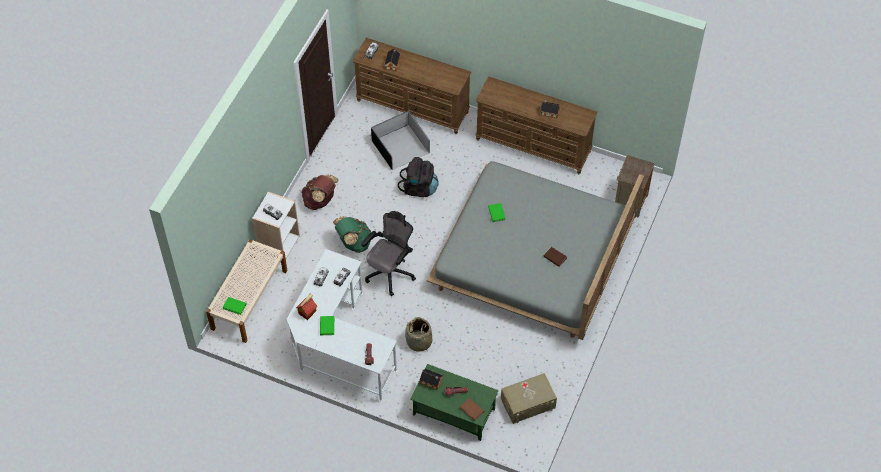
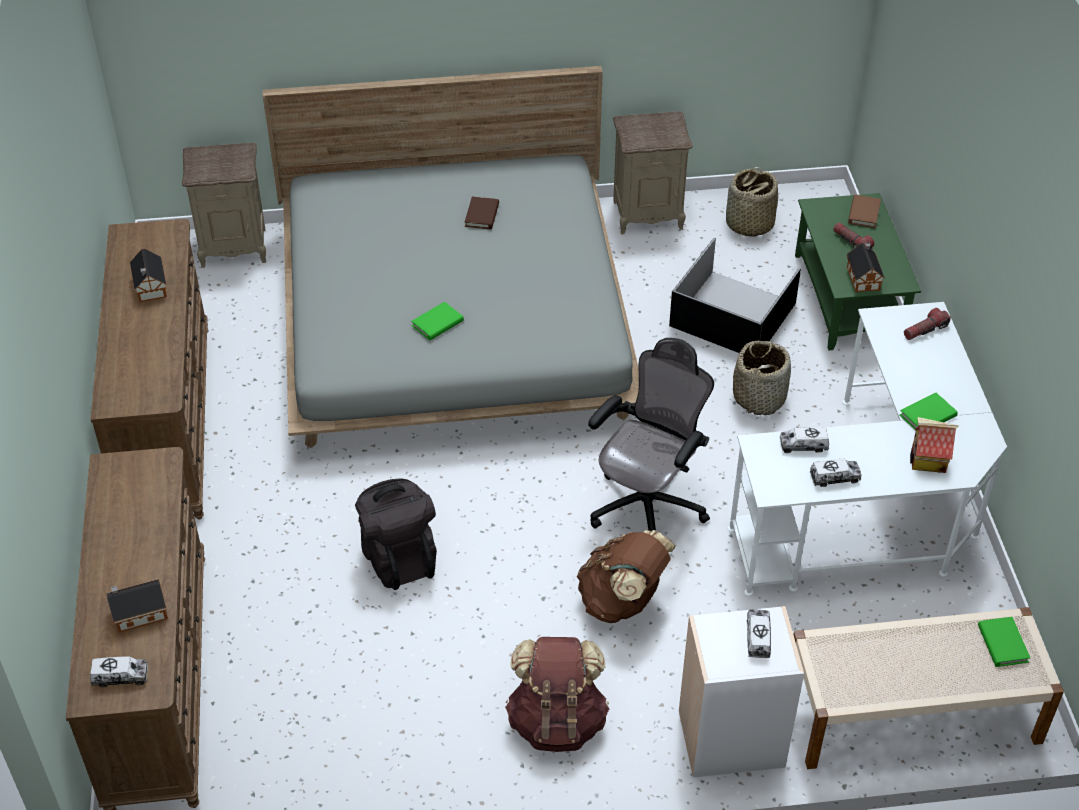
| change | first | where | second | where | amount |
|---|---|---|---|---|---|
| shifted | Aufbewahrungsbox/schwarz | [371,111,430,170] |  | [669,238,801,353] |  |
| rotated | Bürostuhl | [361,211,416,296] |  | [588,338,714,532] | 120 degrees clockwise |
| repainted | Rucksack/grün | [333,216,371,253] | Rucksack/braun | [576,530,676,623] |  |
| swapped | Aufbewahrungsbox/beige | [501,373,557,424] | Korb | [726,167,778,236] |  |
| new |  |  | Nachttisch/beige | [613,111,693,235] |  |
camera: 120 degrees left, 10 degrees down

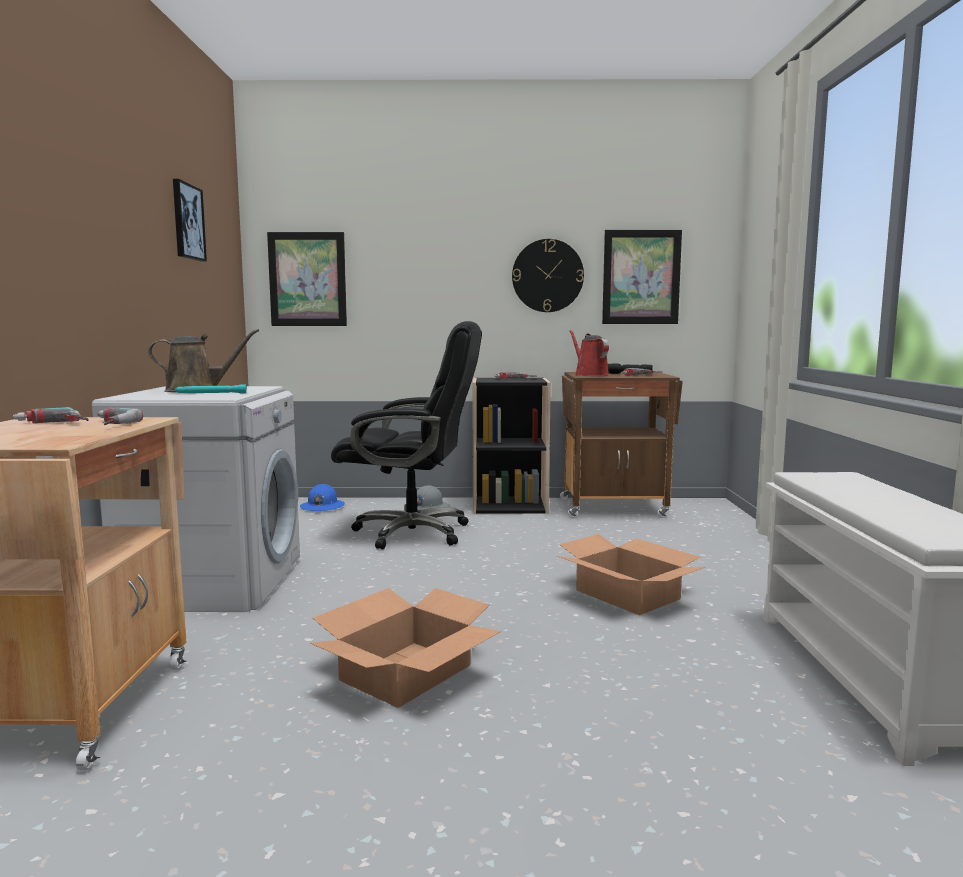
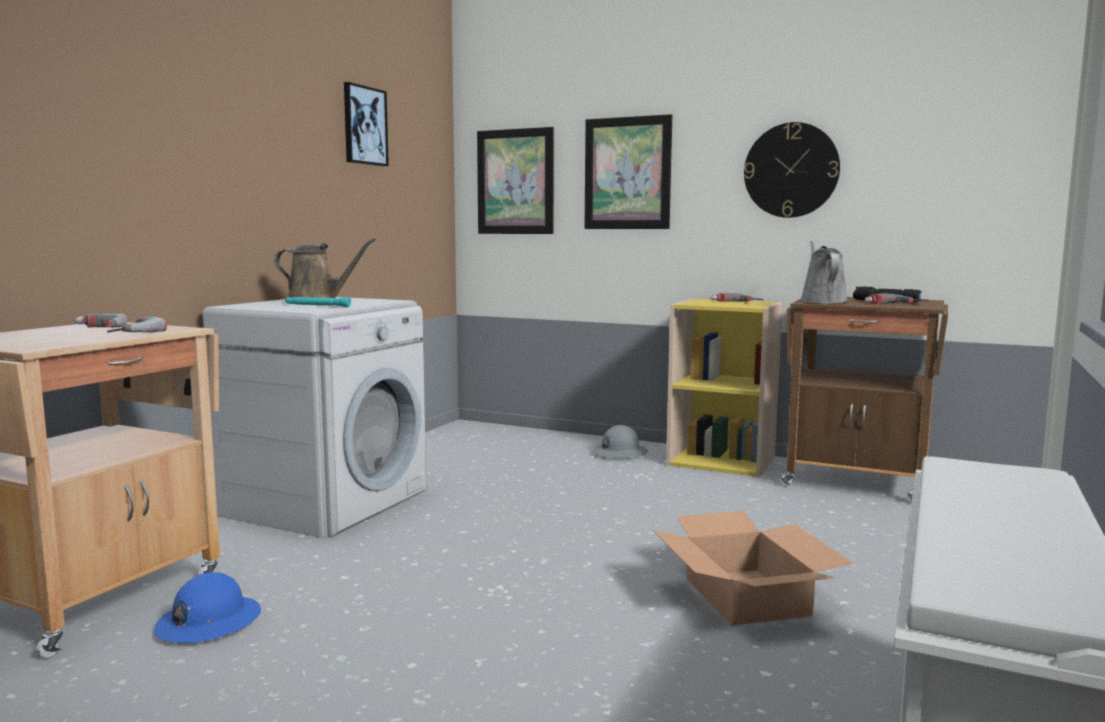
| change | first | where | second | where | amount |
|---|---|---|---|---|---|
| shifted | Bild | [602,230,682,324] |  | [585,114,672,229] |  |
| gone | Bürostuhl/schwarz | [331,321,482,549] |  |  |  |
| repainted | Gießkanne/rot | [569,330,609,376] | Gießkanne/grau | [800,241,848,303] |  |
| repainted | Bücherregal/schwarz | [472,378,551,514] | Bücherregal/gelb | [666,299,782,477] |  |
| shifted | Schutzhelm/blau | [300,484,345,511] |  | [154,572,261,643] |  |
| gone | Karton | [310,588,501,708] |  |  |  |
camera: 25 degrees right, 0 degrees up

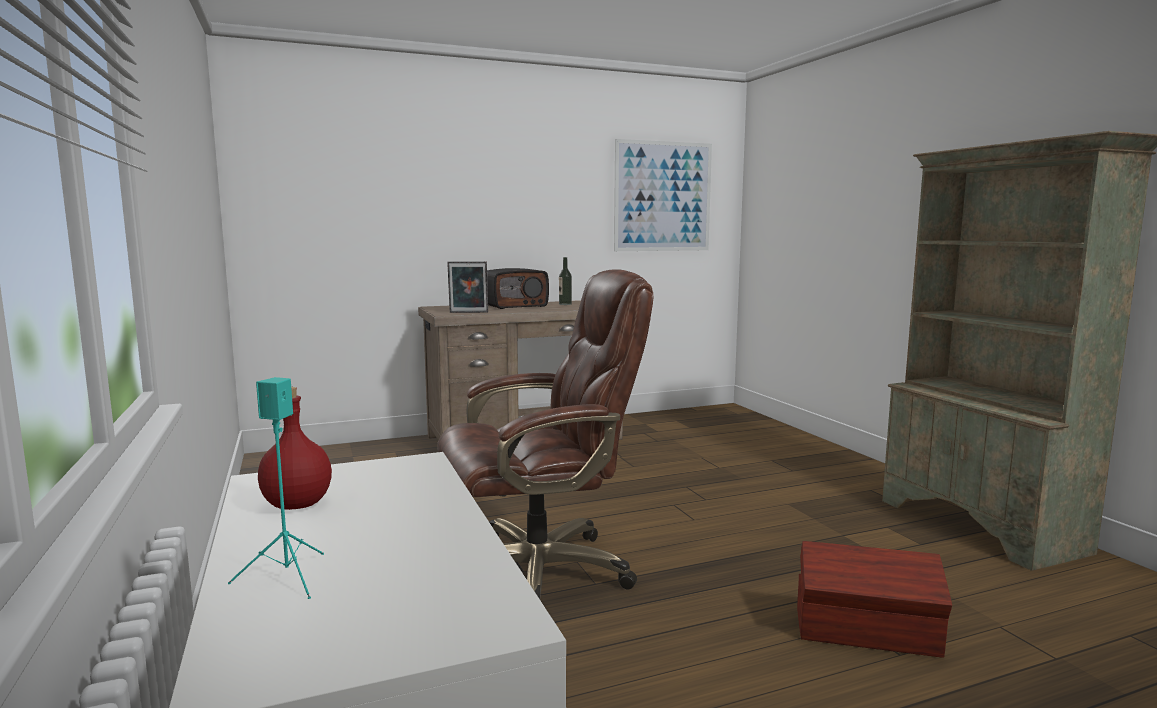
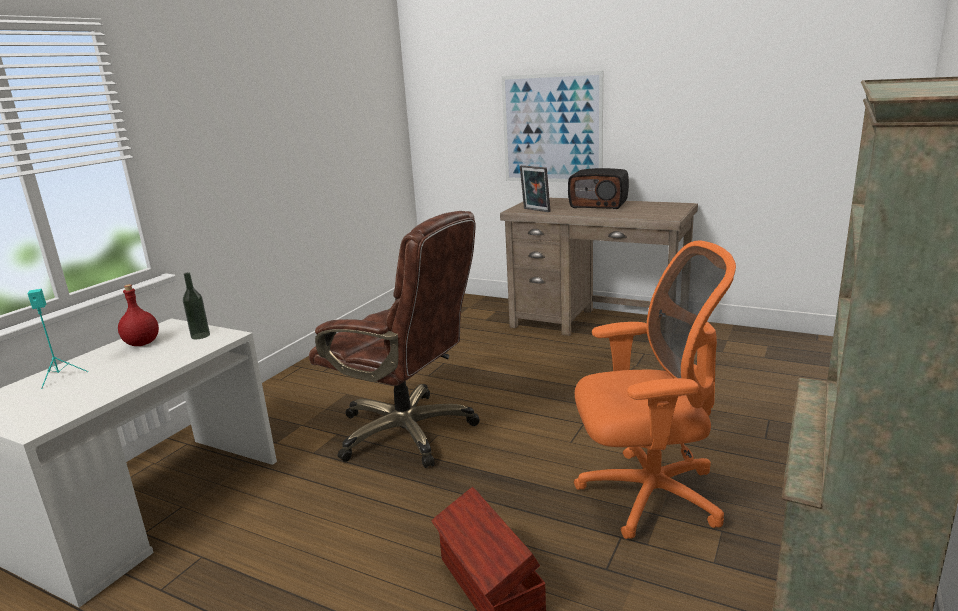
| change | first | where | second | where | amount |
|---|---|---|---|---|---|
| shifted | Bild | [614,139,712,251] |  | [502,71,603,182] |  |
| shifted | Flasche | [559,257,572,305] |  | [183,272,210,339] |  |
| new |  |  | Bürostuhl/orange | [574,241,736,539] |  |
camera: 50 degrees right, 10 degrees up

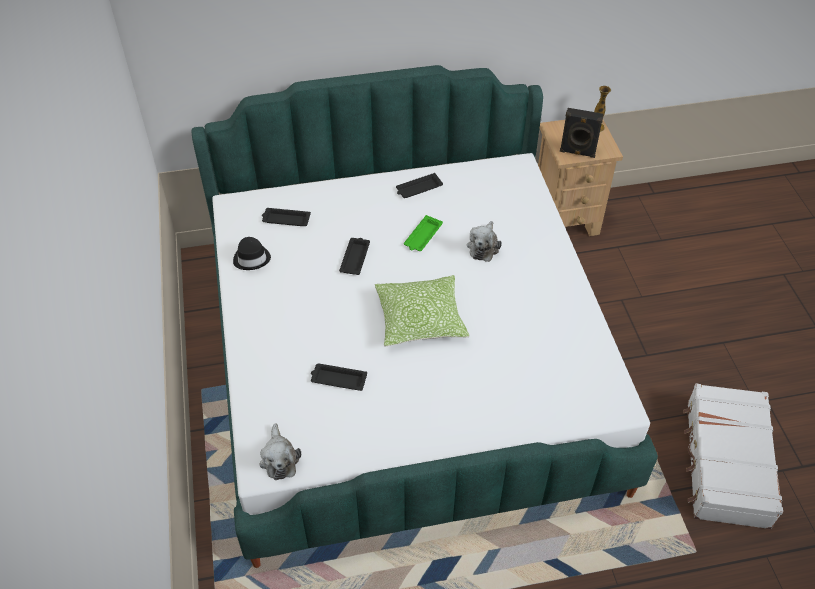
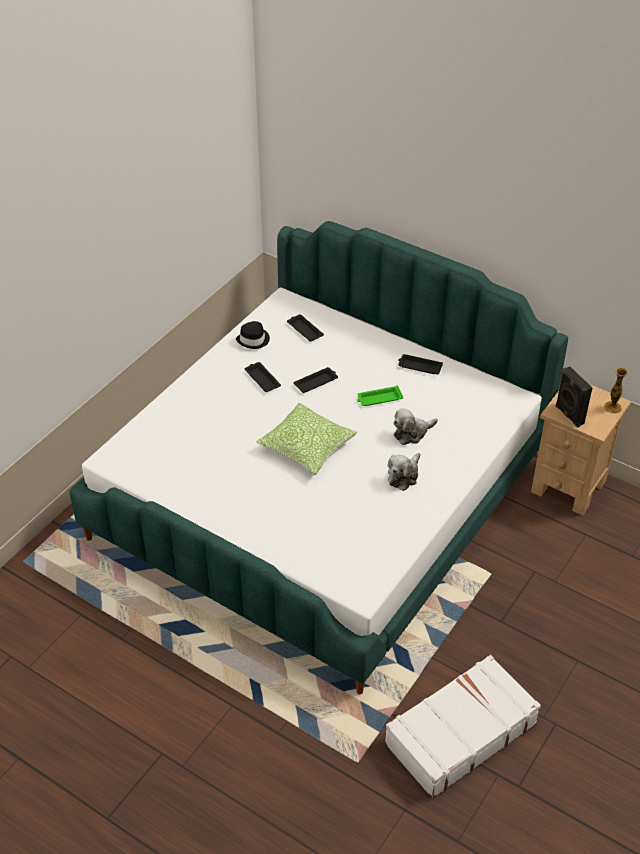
| change | first | where | second | where | amount |
|---|---|---|---|---|---|
| shifted | Tablett/schwarz | [311,363,367,391] |  | [245,362,281,392] |  |
| shifted | Plüschtier | [259,423,301,480] |  | [388,453,421,491] |  |
camera: 45 degrees right, 5 degrees down

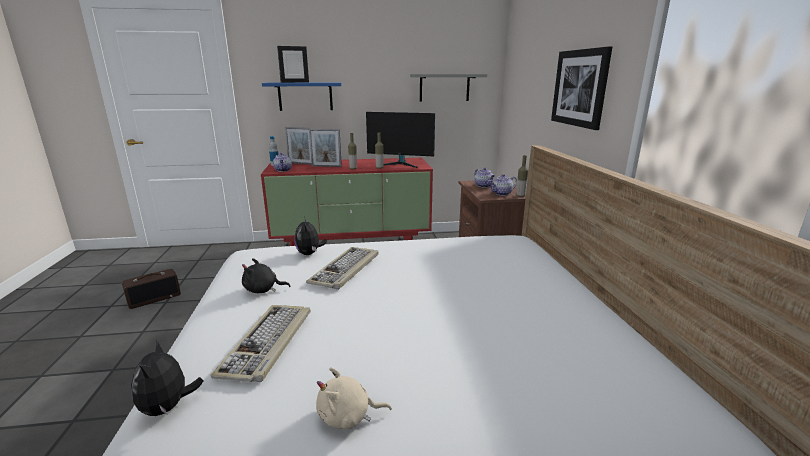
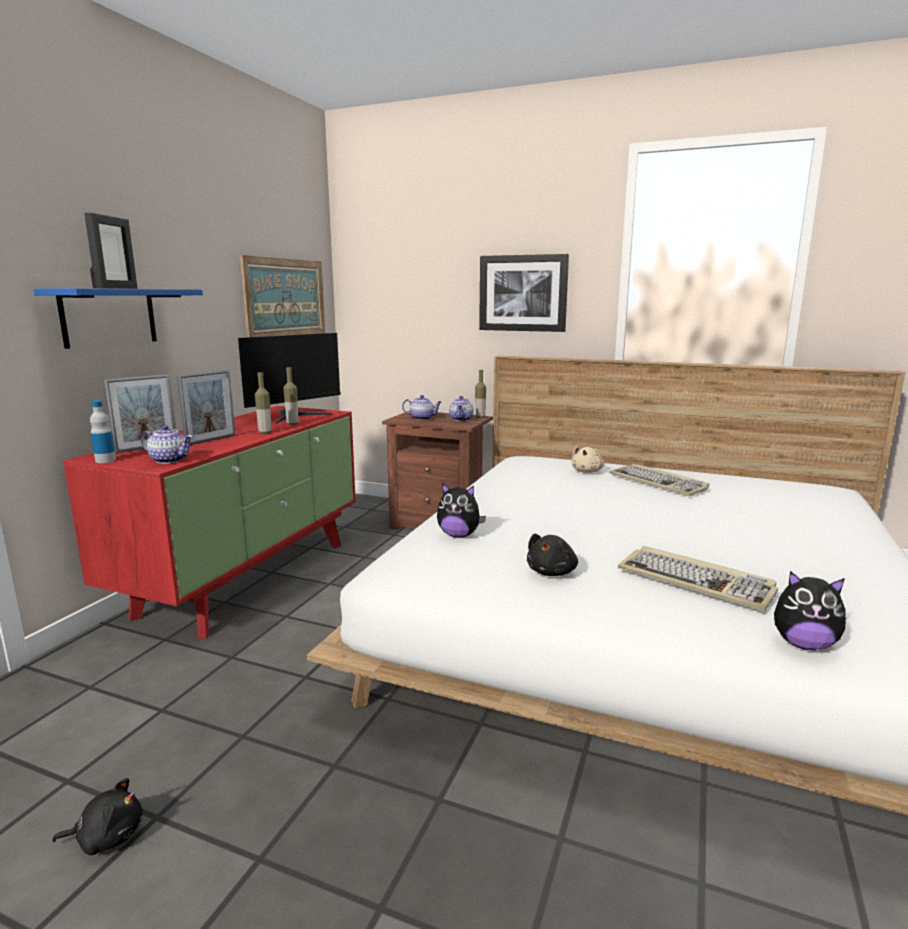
| change | first | where | second | where | amount |
|---|---|---|---|---|---|
| swapped | Wandregal/grau | [410,74,487,102] | Bild | [240,255,325,337] |  |
| shifted | Tastatur | [306,247,379,290] |  | [609,464,709,496] |  |
| swapped | Radio | [122,269,181,309] | Plüschtier/schwarz | [52,778,143,855] |  |
| shifted | Plüschtier/beige | [316,367,392,429] |  | [572,446,604,473] |  |
camera: 60 degrees left, 5 degrees down

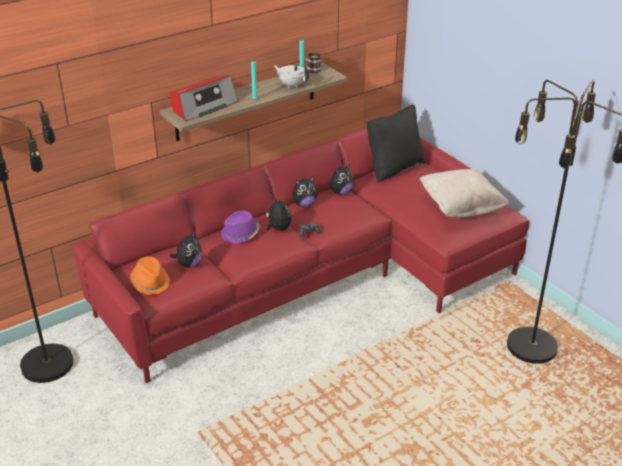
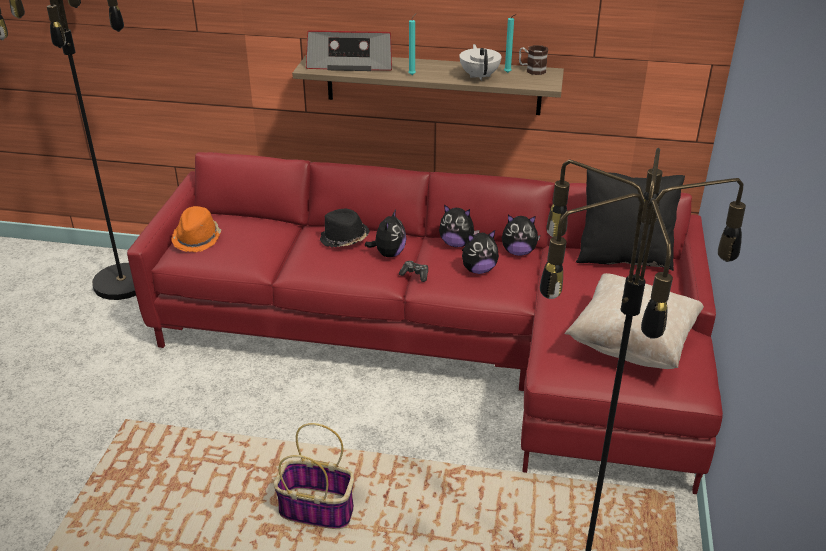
| change | first | where | second | where | amount |
|---|---|---|---|---|---|
| repainted | Hut/lila | [221,211,260,243] | Hut/schwarz | [320,209,370,247] |  |
| shifted | Plüschtier | [170,231,202,268] |  | [462,230,499,274] |  |
| new |  |  | Korb | [273,423,354,529] |  |
camera: 45 degrees right, 0 degrees up

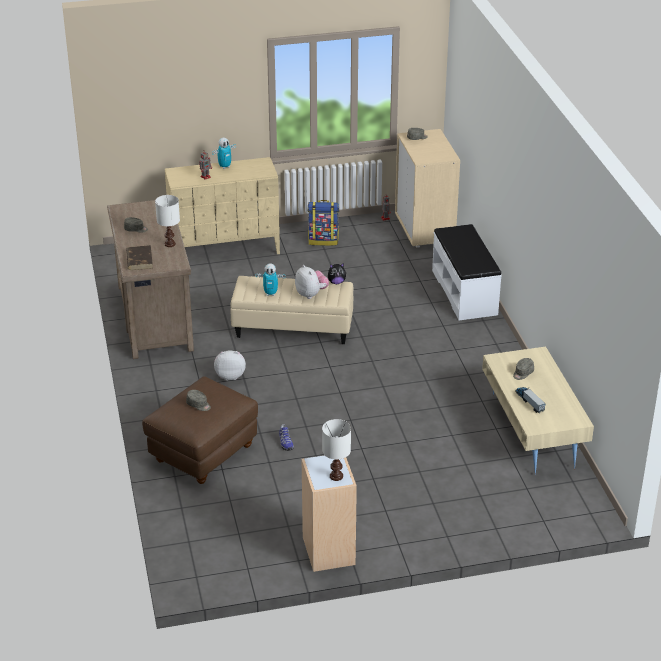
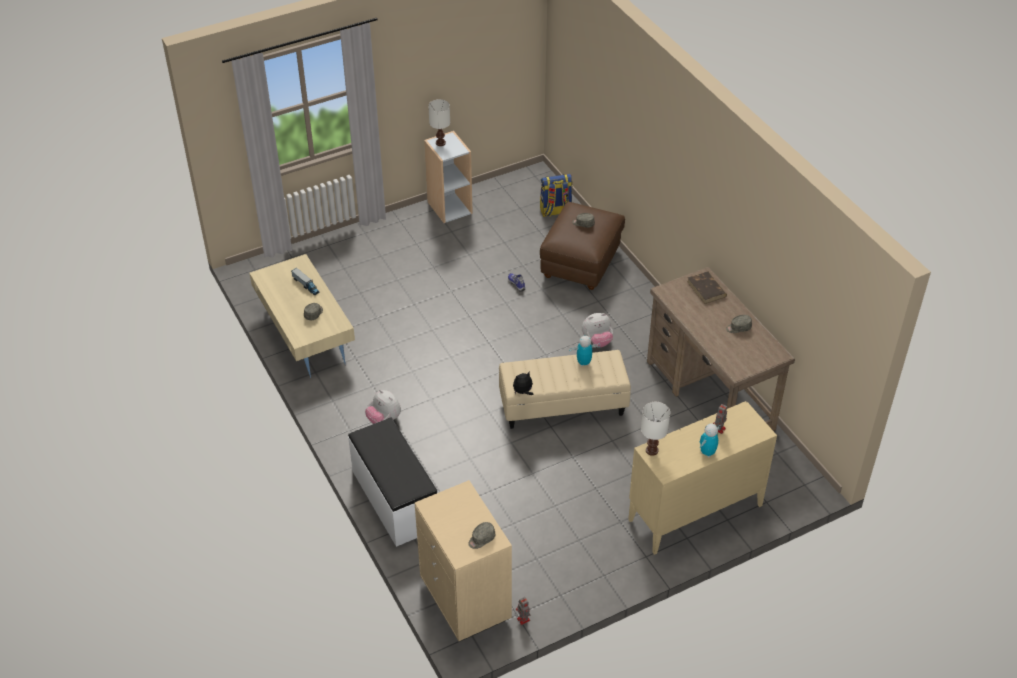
| change | first | where | second | where | amount |
|---|---|---|---|---|---|
| shifted | Tischlampe/weiß | [155,195,180,247] |  | [641,402,670,456] |  |
| shifted | Rucksack | [308,200,339,246] |  | [540,174,573,217] |  |
| shifted | Plüschtier | [295,265,329,299] |  | [365,390,401,424] |  |
camera: 165 degrees right, 10 degrees up

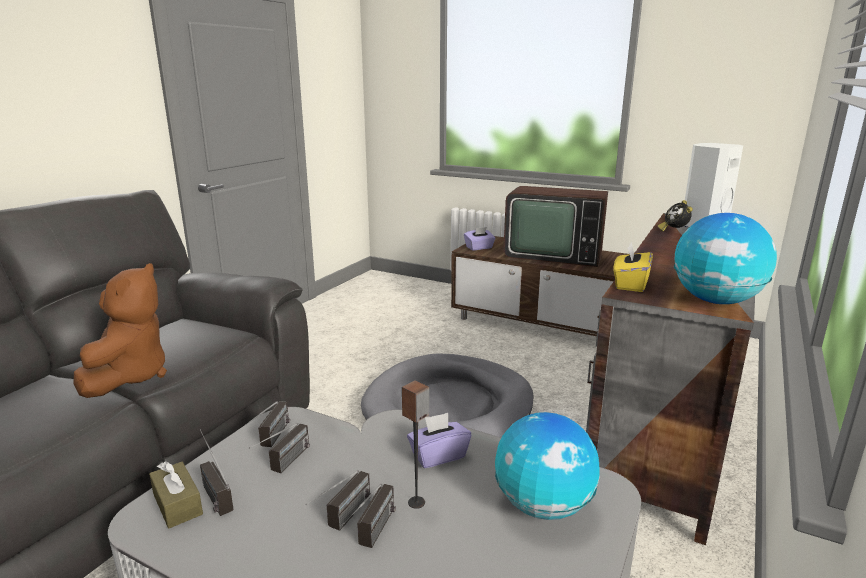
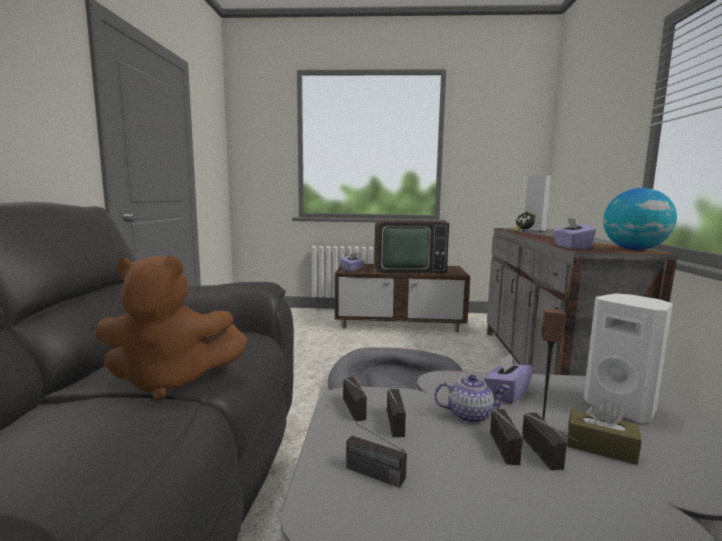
| change | first | where | second | where | amount |
|---|---|---|---|---|---|
| repainted | Taschentuchbox/gelb | [613,242,653,292] | Taschentuchbox/lila | [553,218,596,249] |  |
| rotated | Plüschtier/braun | [74,263,167,398] |  | [95,256,248,401] | 105 degrees clockwise |
| swapped | Globus | [495,412,600,520] | Lautsprecher/weiß | [584,293,673,423] |  |
| shifted | Taschentuchbox/braun | [149,461,203,528] |  | [567,400,642,465] |  |
| new |  |  | Teekanne | [434,375,510,423] |  |
camera: 25 degrees left, 10 degrees down

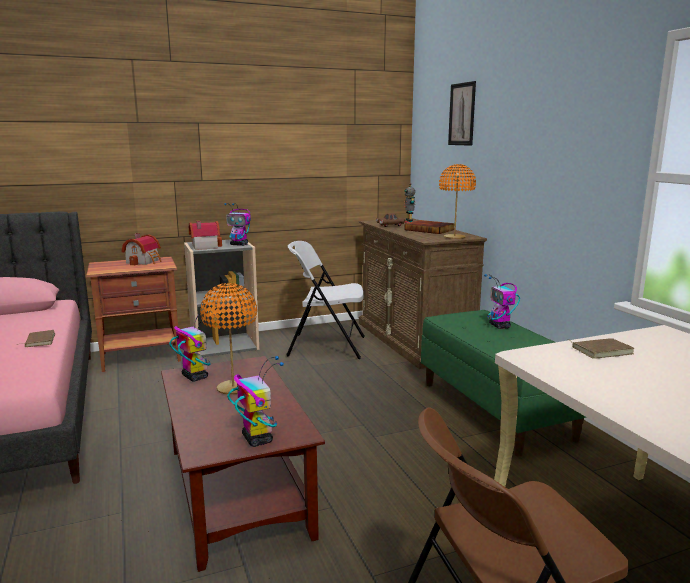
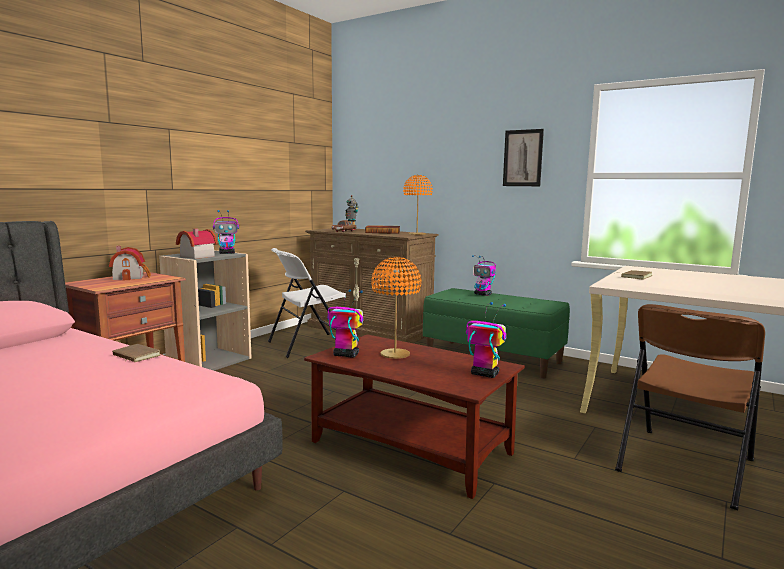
| change | first | where | second | where | amount |
|---|---|---|---|---|---|
| shifted | Bild | [448,81,476,146] |  | [503,129,544,186] |  |
camera: 35 degrees left, 5 degrees down

